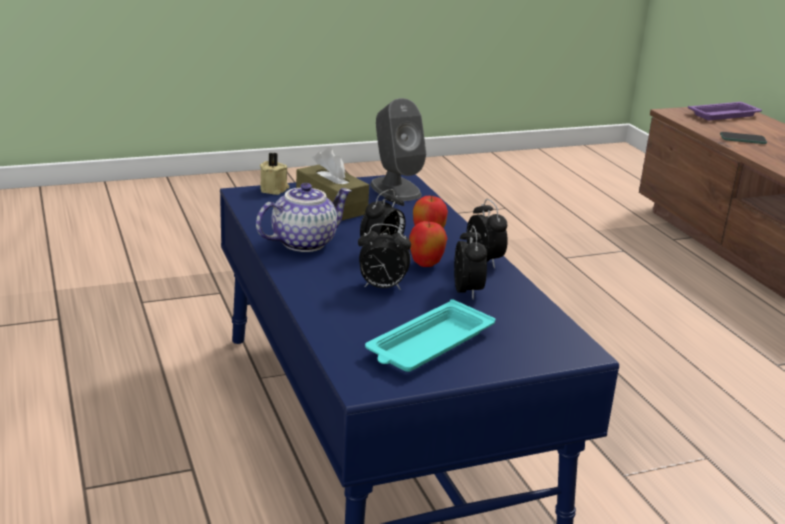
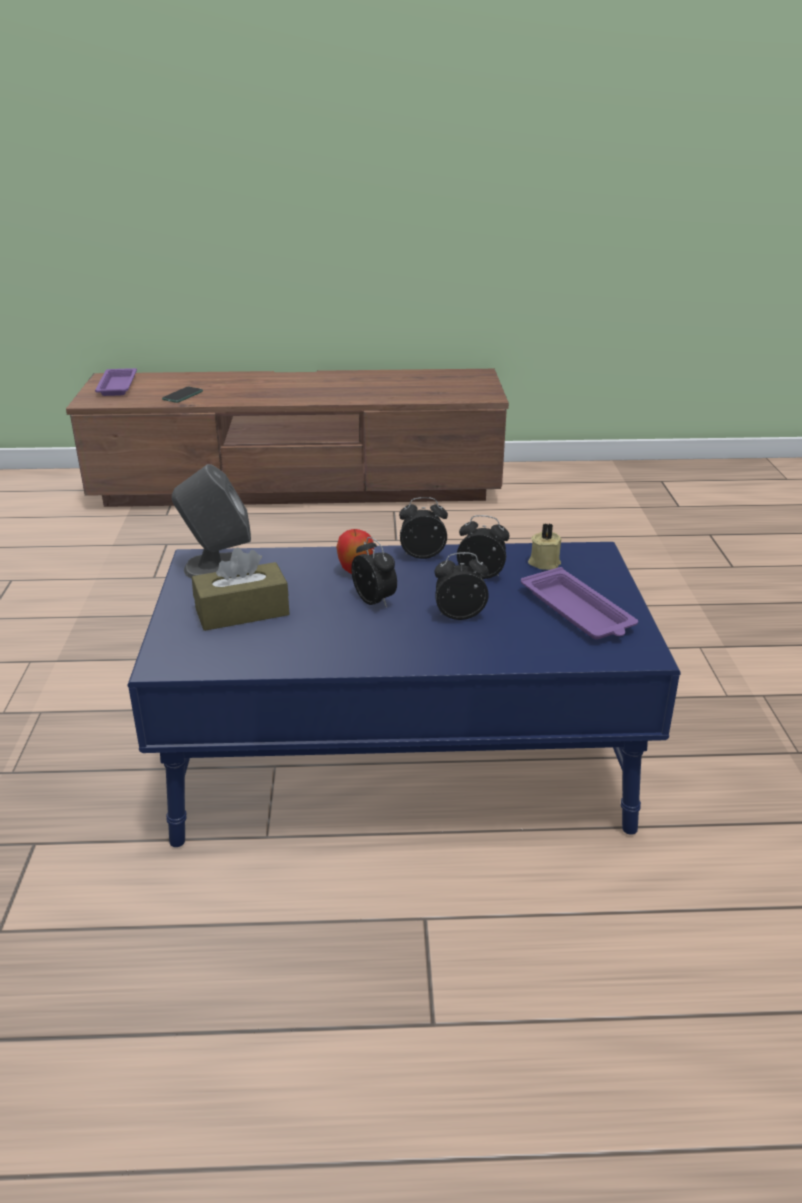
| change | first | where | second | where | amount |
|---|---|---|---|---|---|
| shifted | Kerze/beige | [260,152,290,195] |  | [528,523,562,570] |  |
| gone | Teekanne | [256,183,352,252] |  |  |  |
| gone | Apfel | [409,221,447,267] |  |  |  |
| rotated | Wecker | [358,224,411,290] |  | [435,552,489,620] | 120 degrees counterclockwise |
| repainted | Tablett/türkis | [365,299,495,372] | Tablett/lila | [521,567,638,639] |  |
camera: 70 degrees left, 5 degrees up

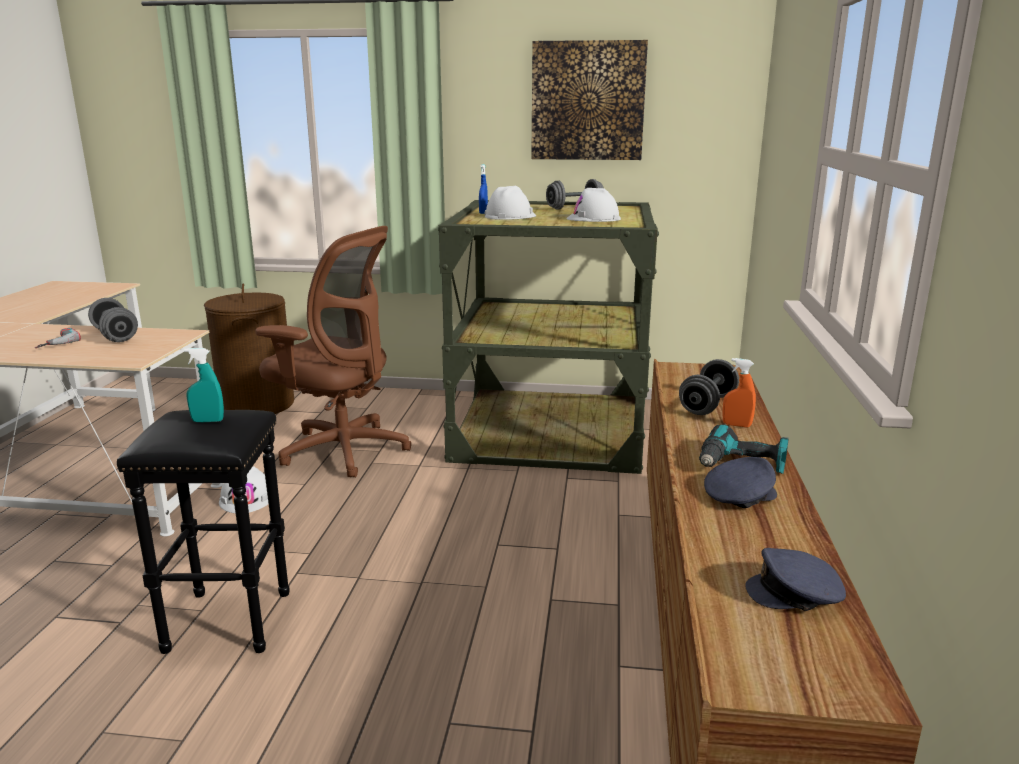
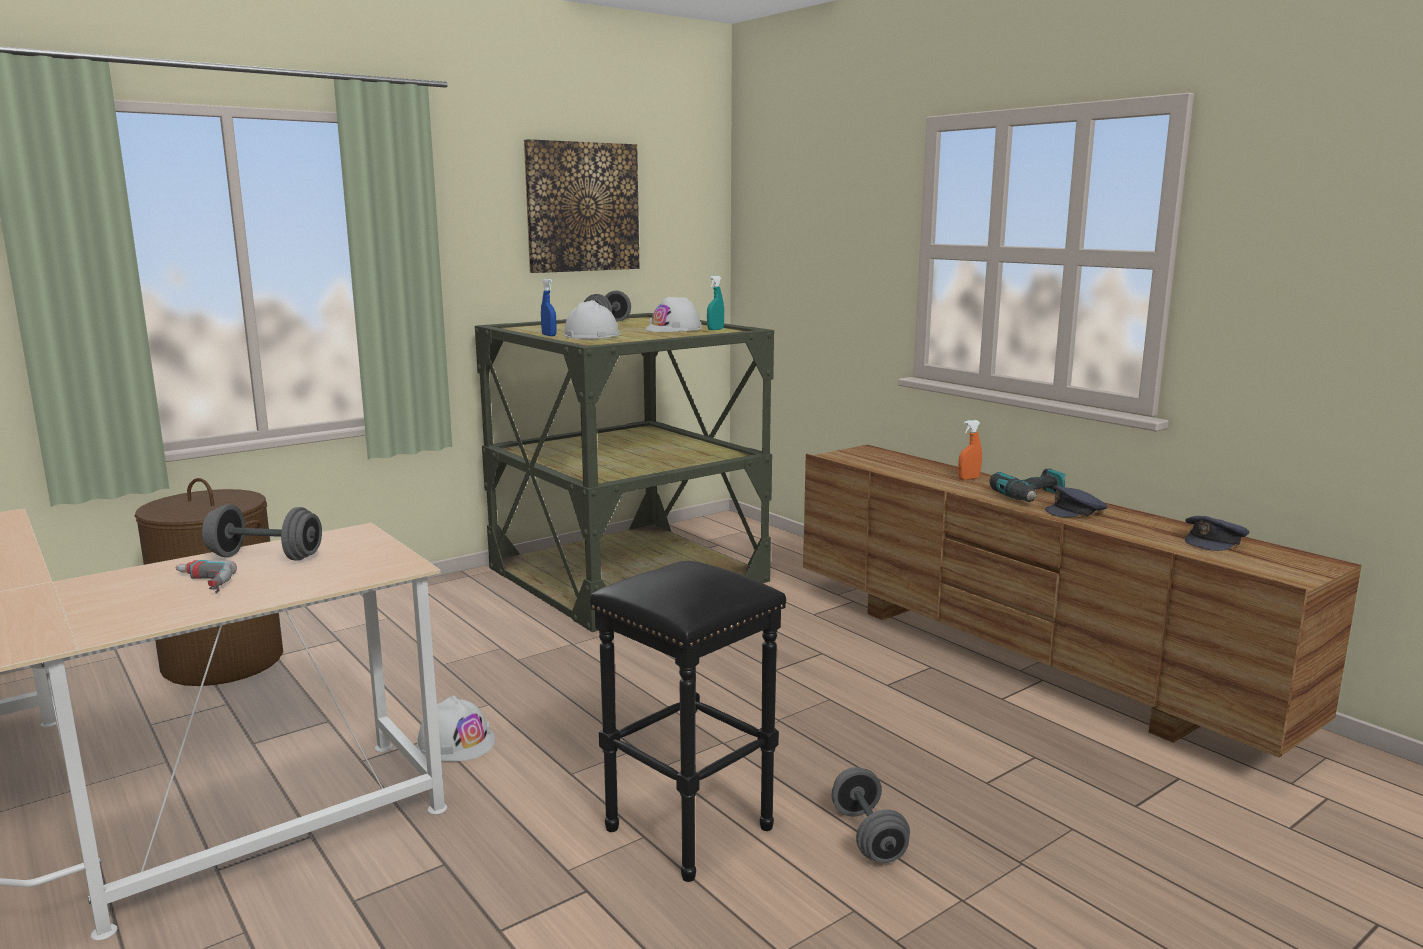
| change | first | where | second | where | amount |
|---|---|---|---|---|---|
| gone | Bürostuhl/braun | [256,226,411,477] |  |  |  |
| shifted | Sprühflasche/türkis | [184,348,224,422] |  | [707,276,724,330] |  |
| shifted | Hantel/grau | [679,359,739,415] |  | [832,767,910,863] |  |
| rotated | Kappe/grau | [704,457,777,508] |  | [1045,485,1107,517] | 120 degrees counterclockwise |
camera: 45 degrees left, 5 degrees down

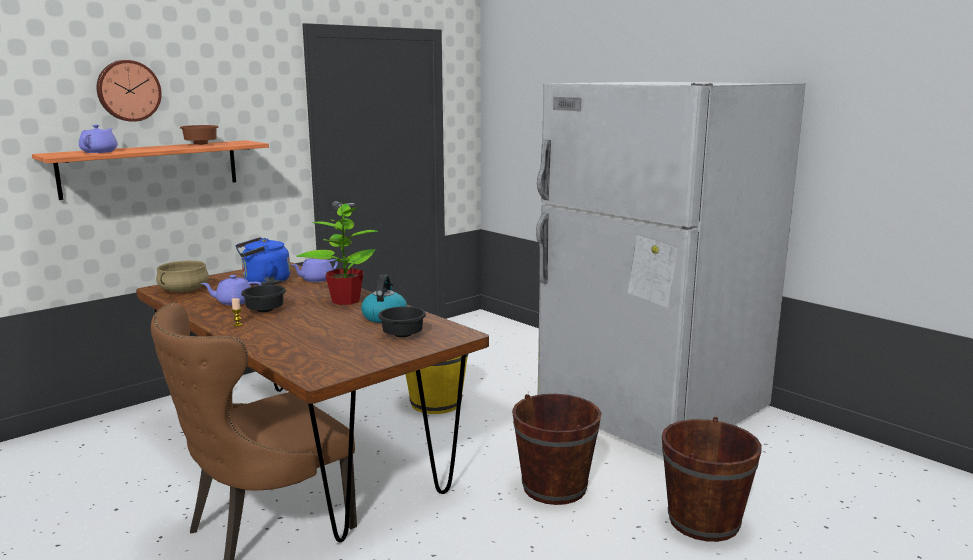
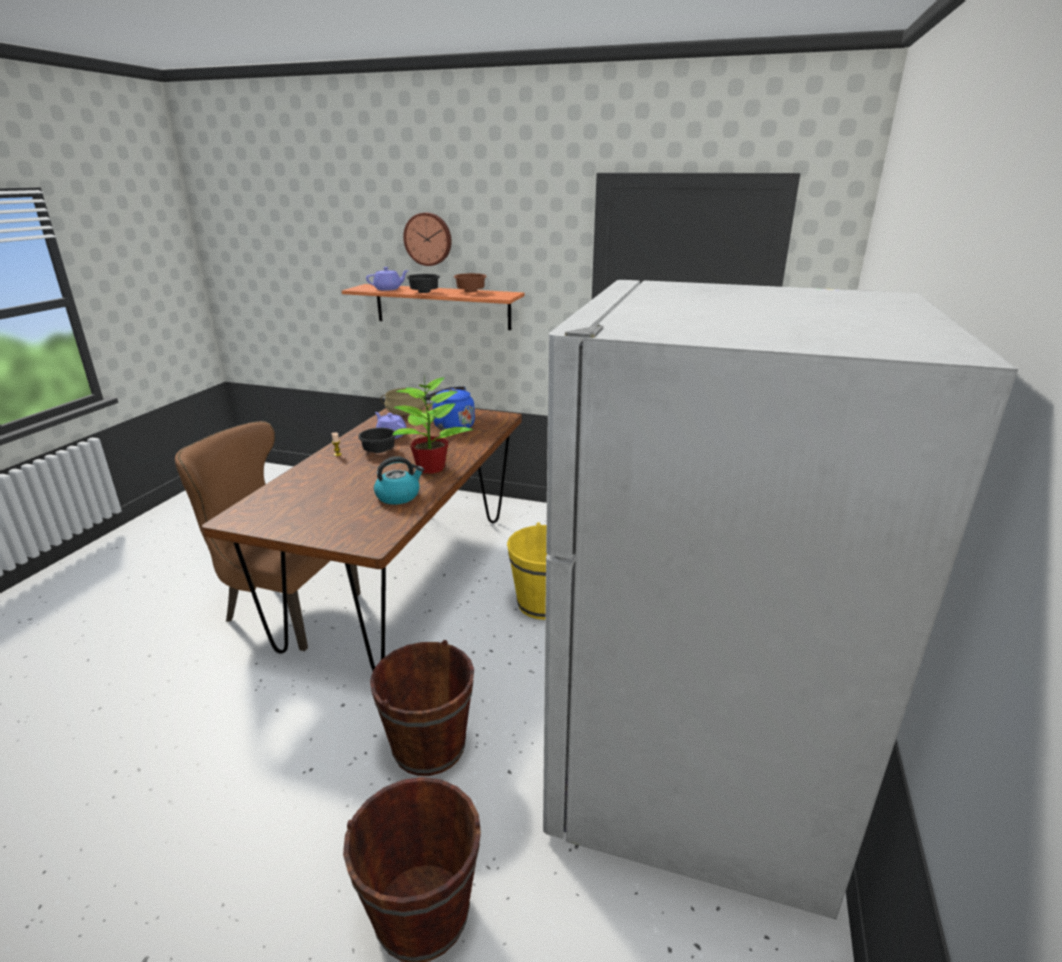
| change | first | where | second | where | amount |
|---|---|---|---|---|---|
| gone | Teekanne/lila | [292,258,338,282] |  |  |  |
| shifted | Schüssel/schwarz | [378,306,426,337] |  | [407,274,440,293] |  |
camera: 60 degrees right, 10 degrees up

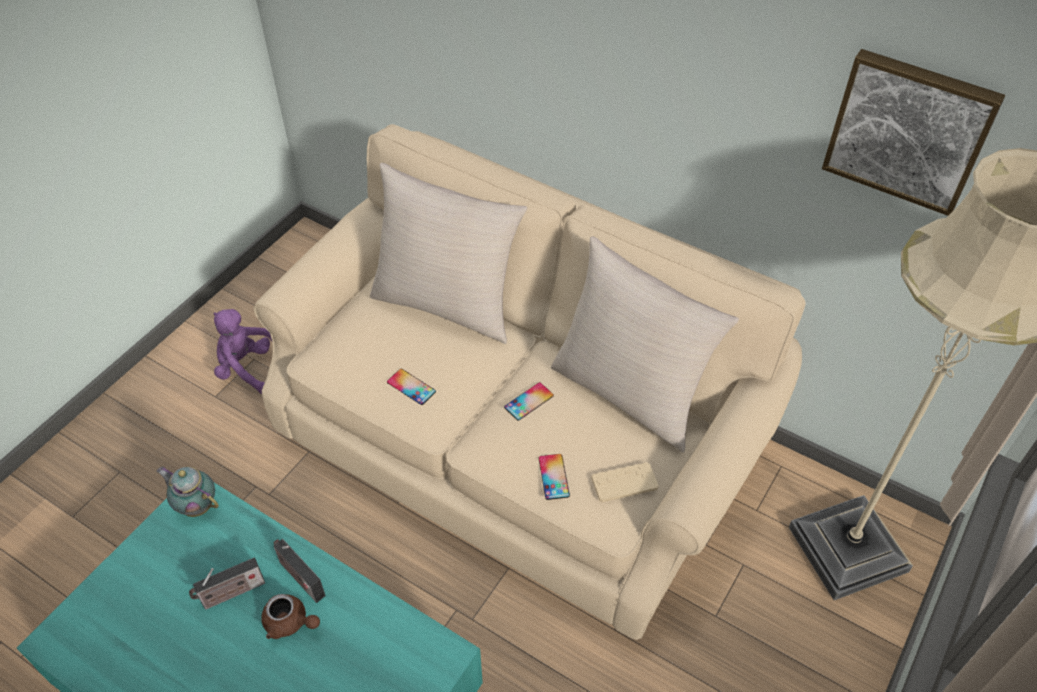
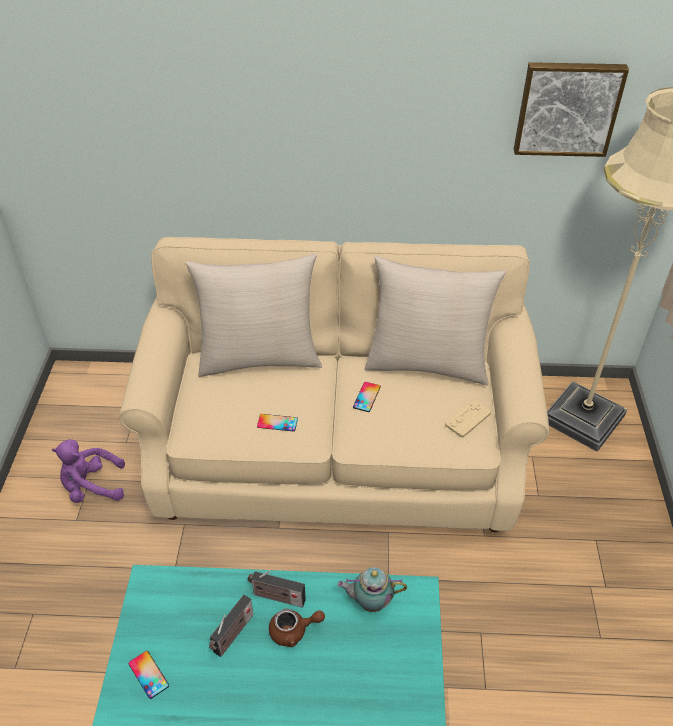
| change | first | where | second | where | amount |
|---|---|---|---|---|---|
| shifted | Handy | [539,454,570,500] |  | [129,651,169,699] |  |
| shifted | Teekanne | [157,467,219,517] |  | [337,567,407,612] |  |
camera: 30 degrees left, 5 degrees down

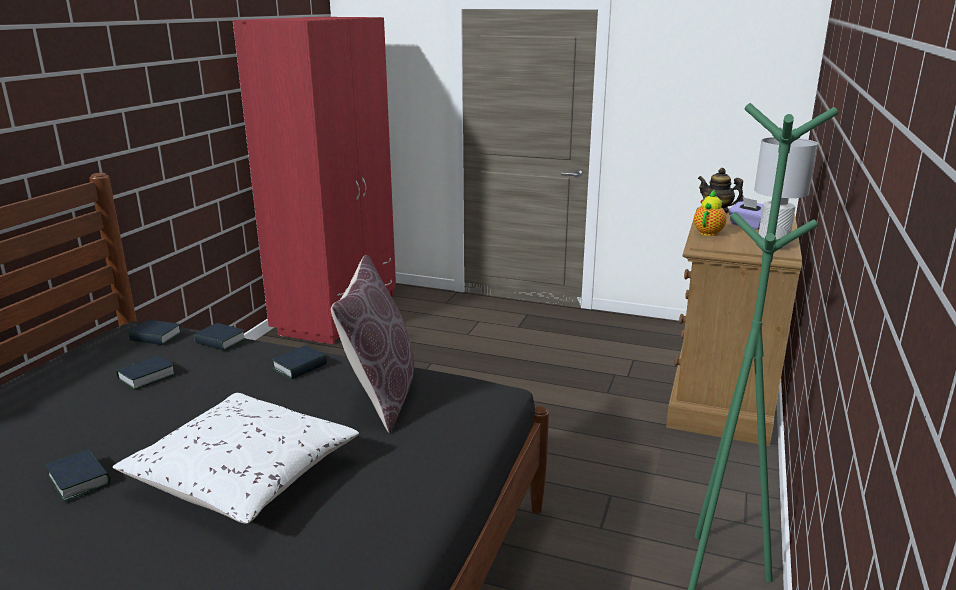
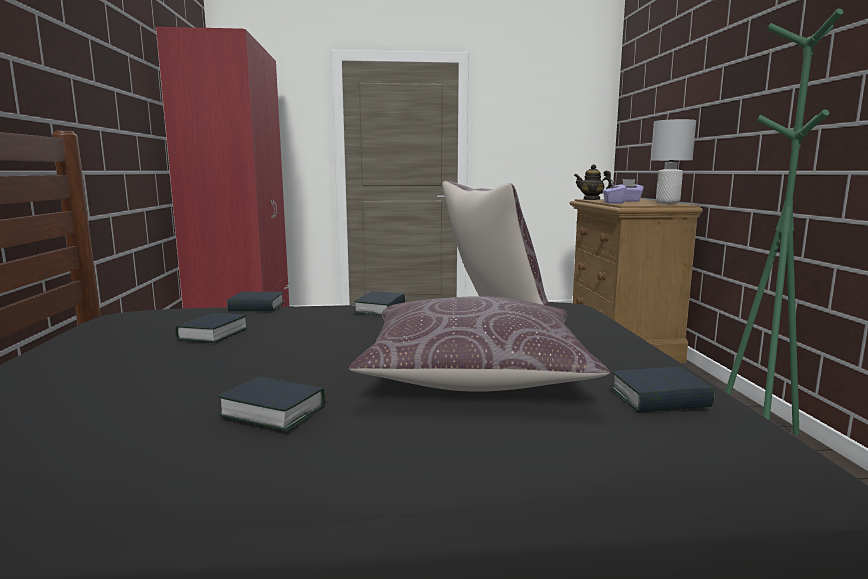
| change | first | where | second | where | amount |
|---|---|---|---|---|---|
| swapped | Teekanne | [694,190,727,236] | Taschentuchbox/lila | [603,180,627,203] |  |
| shifted | Buch | [128,320,182,345] |  | [610,367,714,412] |  |
| repainted | Kissen/weiß | [113,393,359,524] | Kissen/braun | [349,296,610,392] |  |
camera: 25 degrees left, 10 degrees down

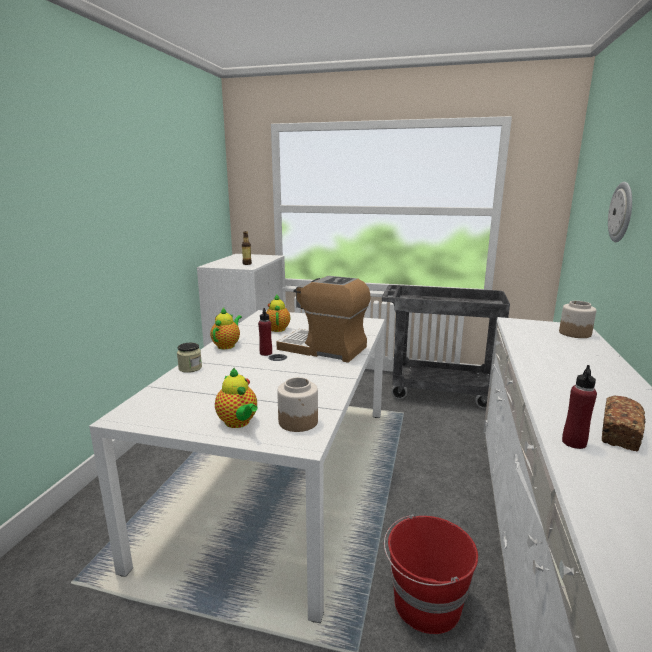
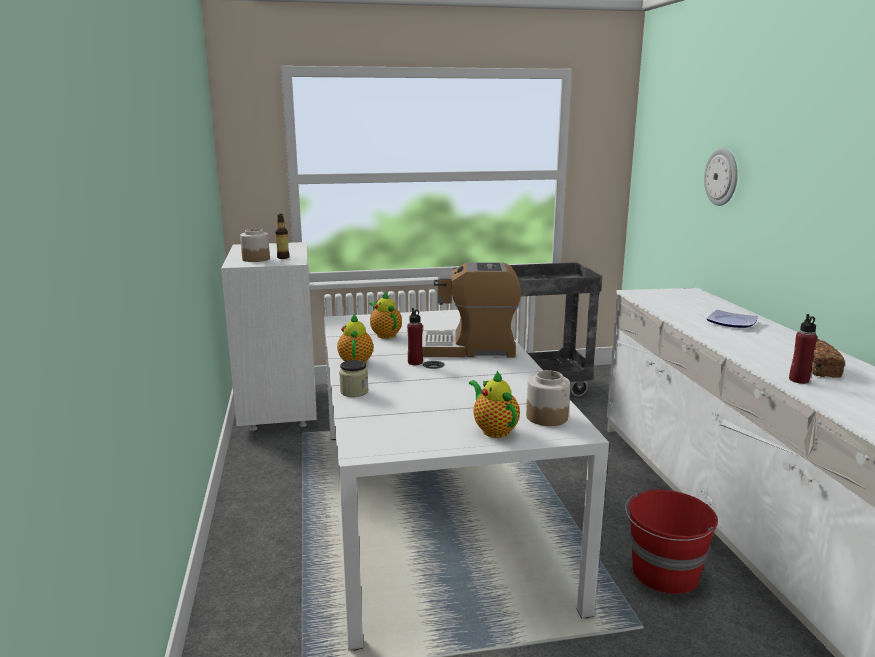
| change | first | where | second | where | amount |
|---|---|---|---|---|---|
| shifted | Vorratsglas | [559,301,596,338] |  | [240,229,270,262] |  |
| rotated | Teekanne | [215,368,258,428] |  | [469,371,520,438] | 150 degrees counterclockwise |
| new |  |  | Teller | [707,310,758,328] |  |
camera: 25 degrees left, 0 degrees up

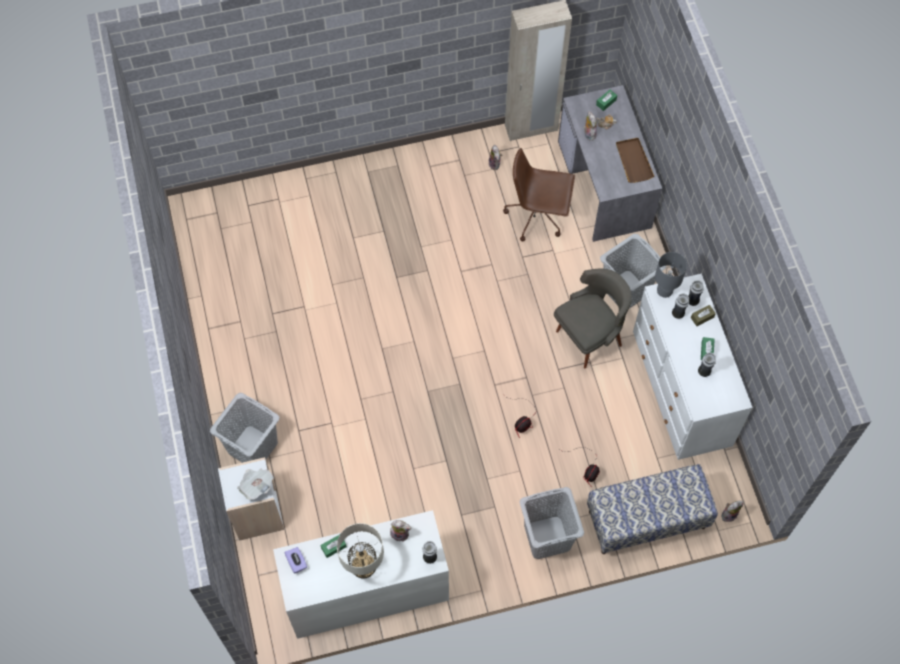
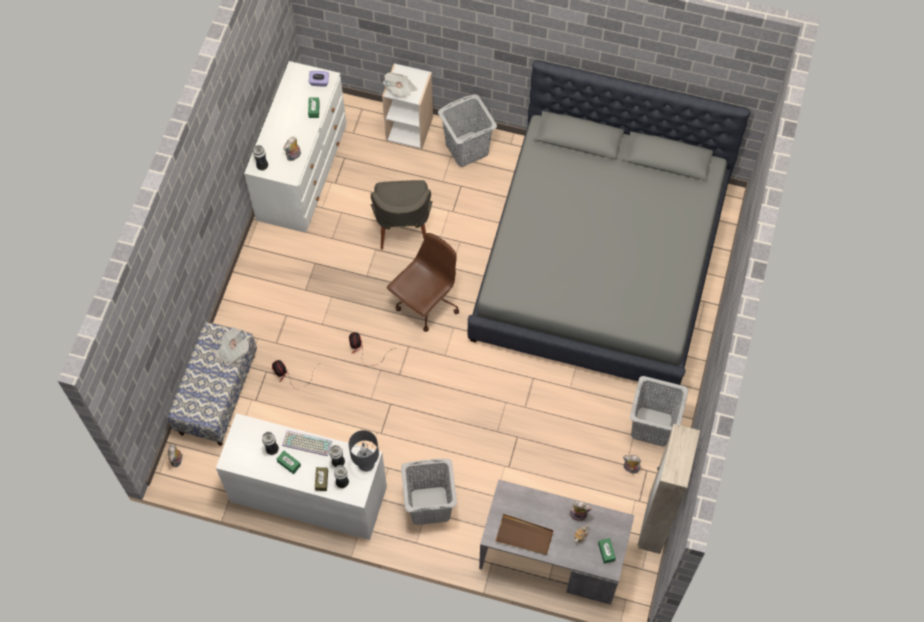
| change | first | where | second | where | amount |
|---|---|---|---|---|---|
| shifted | Bürostuhl/braun | [503,148,575,242] |  | [387,233,459,332] |  |
| shifted | Stuhl/grau | [554,269,632,368] |  | [371,180,432,249] |  |
| shifted | Wäschekorb/grau | [520,487,584,559] |  | [630,376,688,446] |  |
| gone | Tischlampe | [337,523,384,579] |  |  |  |
| new |  |  | Bett/grau | [468,60,750,385] |  |
| new |  |  | Zeitung | [216,327,249,365] |  |
| new |  |  | Tastatur | [282,430,332,456] |  |
camera: 120 degrees right, 0 degrees up

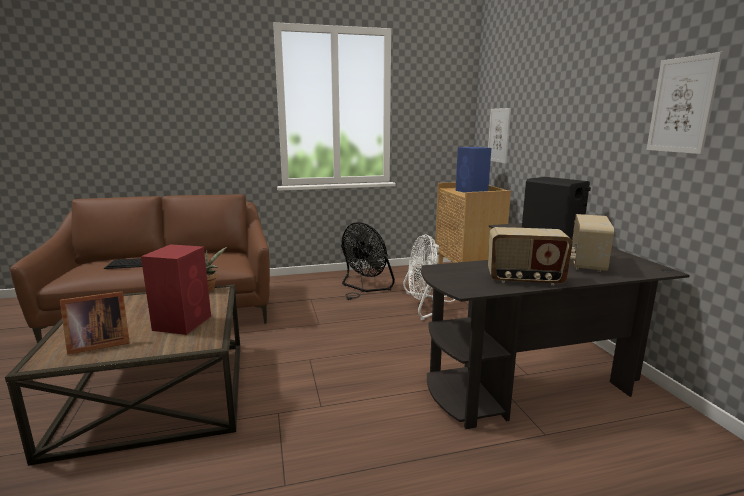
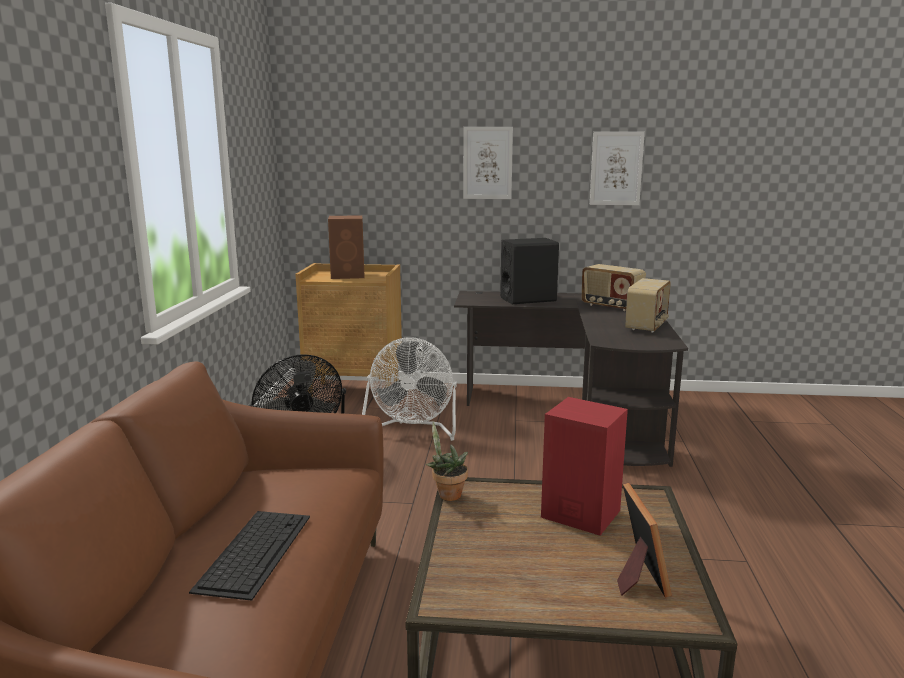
| change | first | where | second | where | amount |
|---|---|---|---|---|---|
| shifted | Bild | [488,108,511,164] |  | [463,127,513,199] |  |
| repainted | Lautsprecher/blau | [456,147,491,193] | Lautsprecher/braun | [328,215,365,279] |  |
camera: 70 degrees left, 0 degrees up

